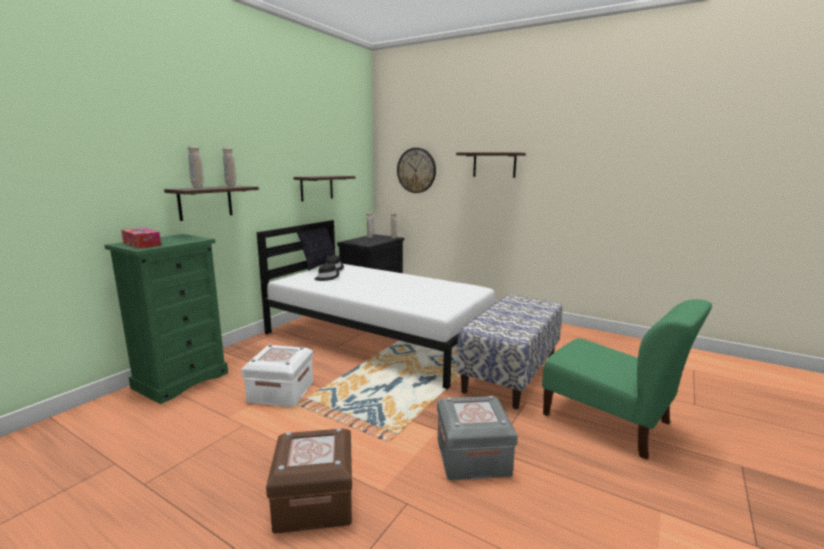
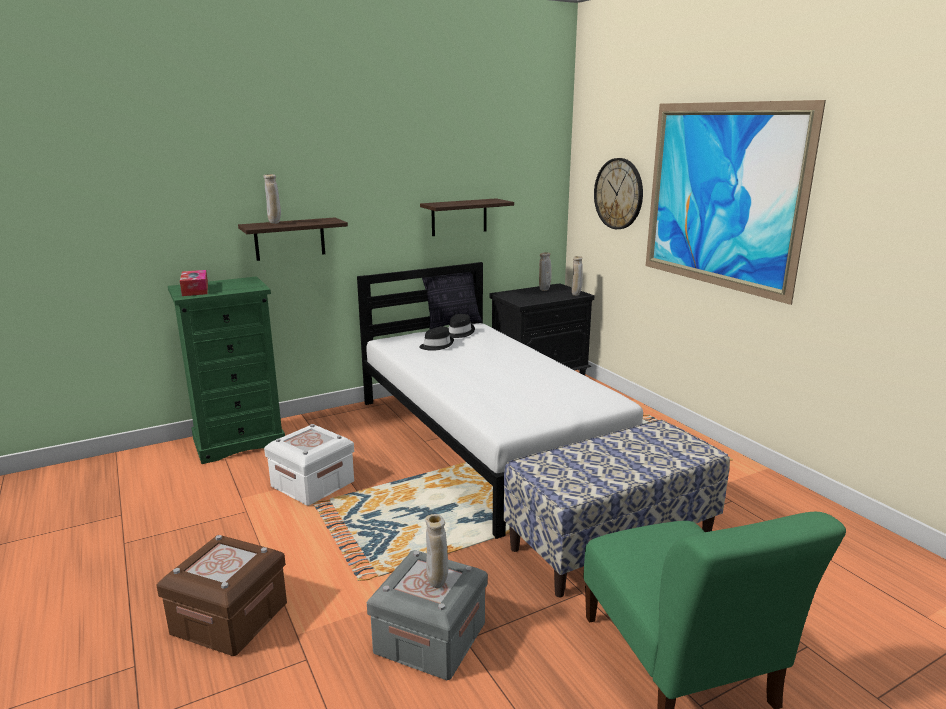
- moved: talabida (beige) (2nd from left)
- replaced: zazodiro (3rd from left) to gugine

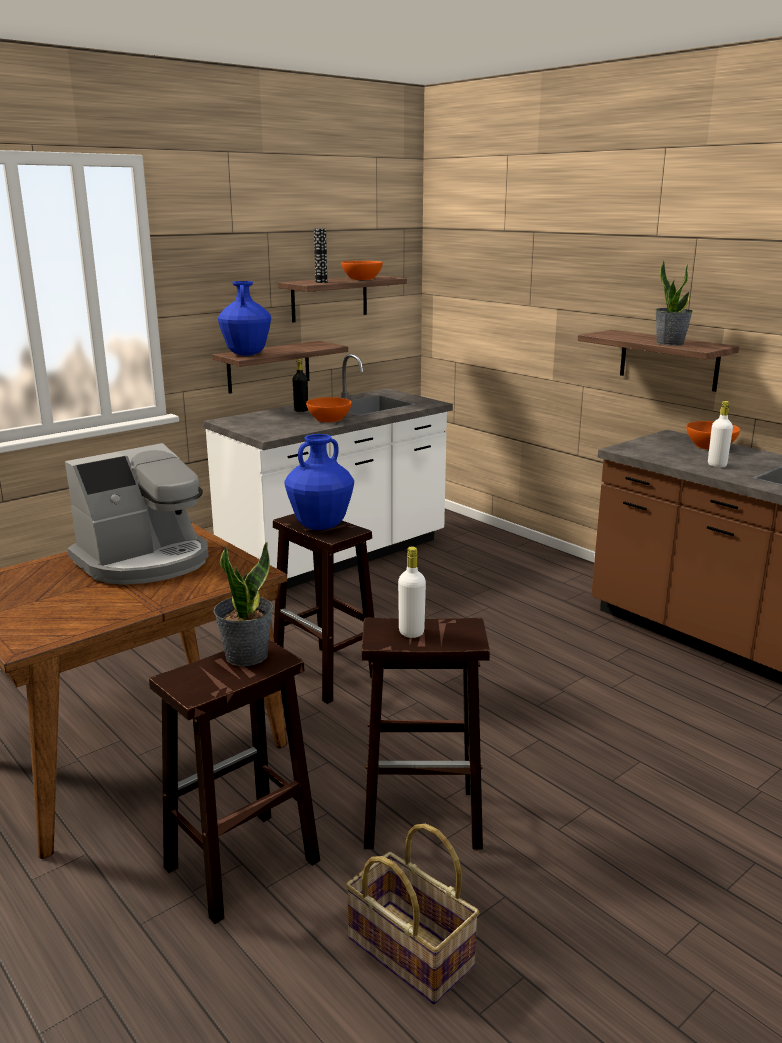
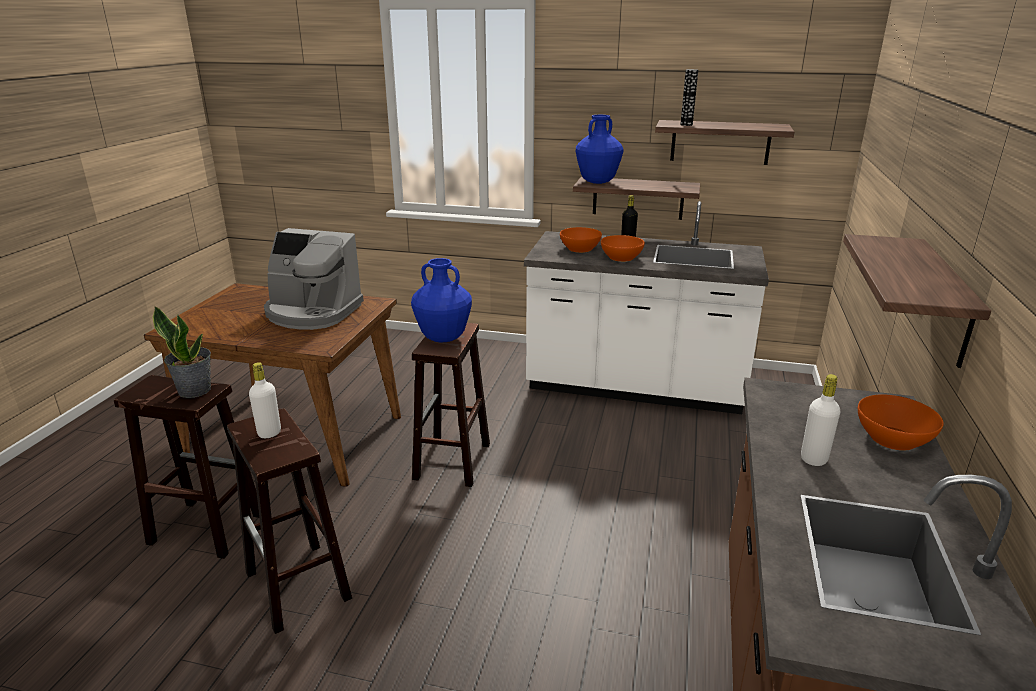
- moved: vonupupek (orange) (2nd from left in the first image) to vonupupek (orange) (1st from left)
- removed: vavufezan
- removed: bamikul (2nd from left)

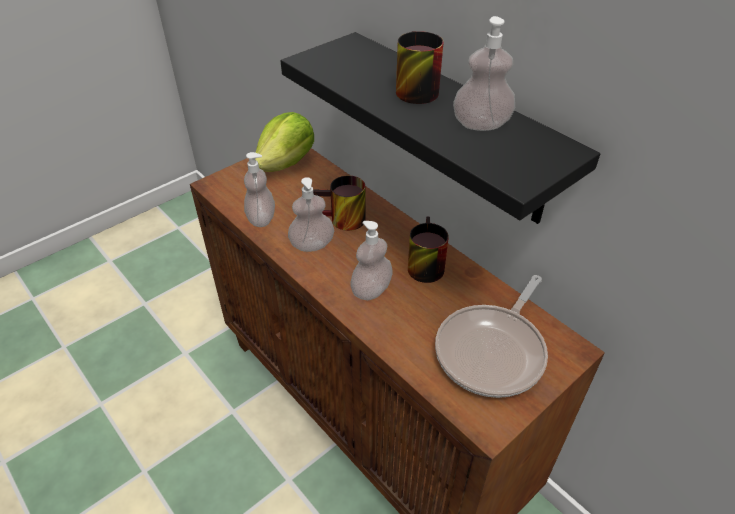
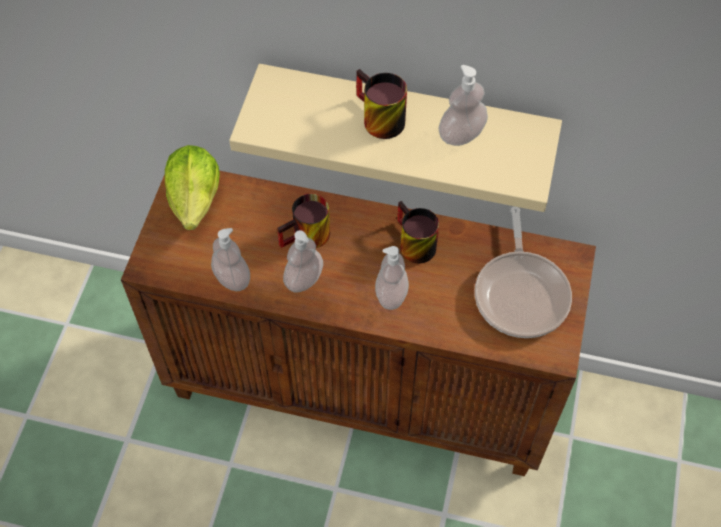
- recoloured: zazodiro (black) to zazodiro (beige)

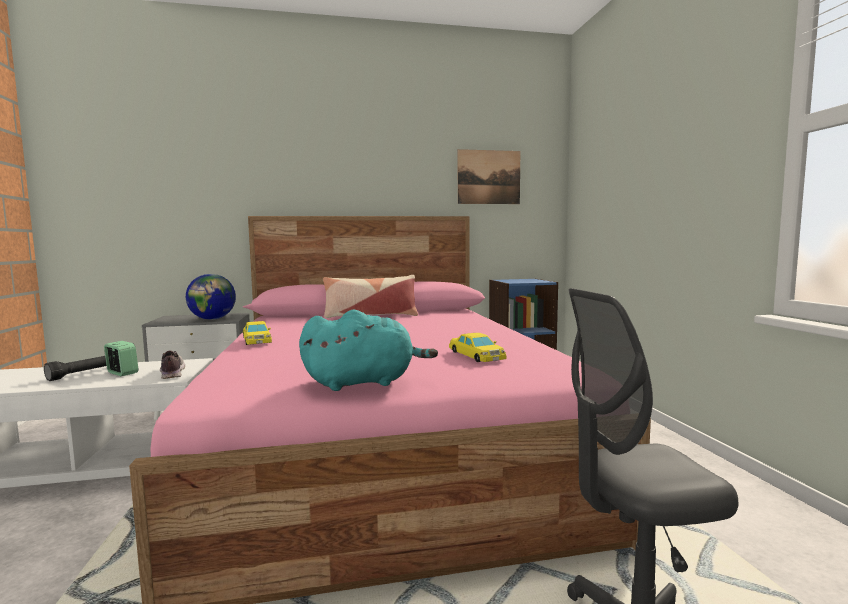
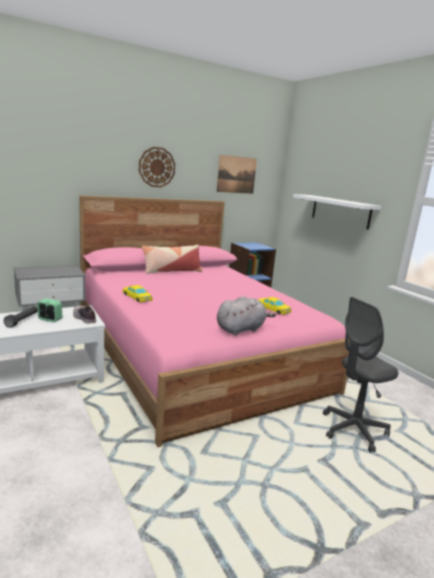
- removed: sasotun
- recoloured: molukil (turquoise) to molukil (grey)
- added: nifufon
- added: zazodiro (white)

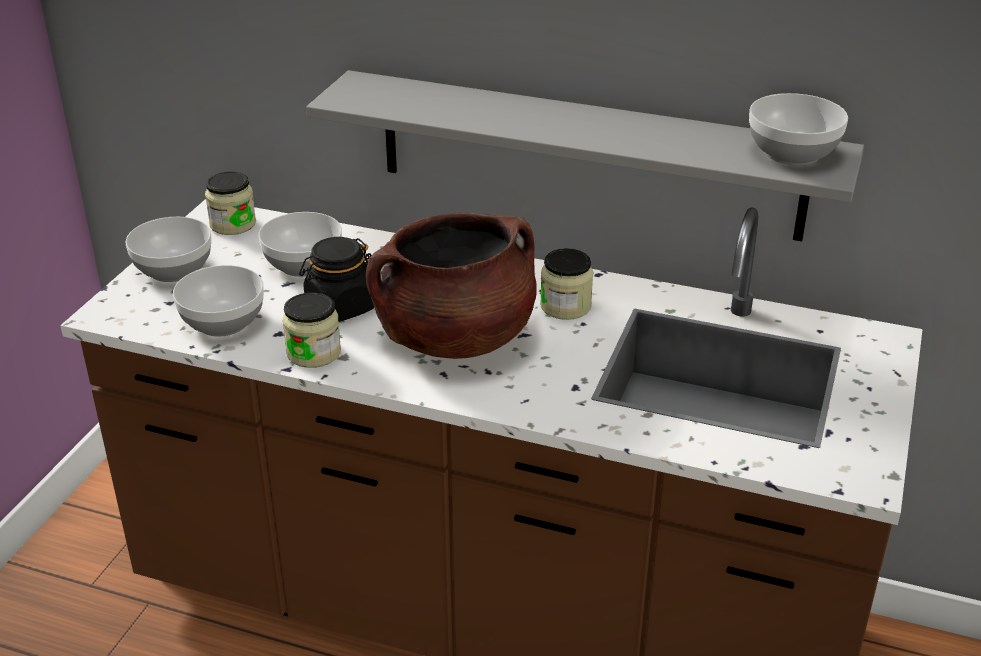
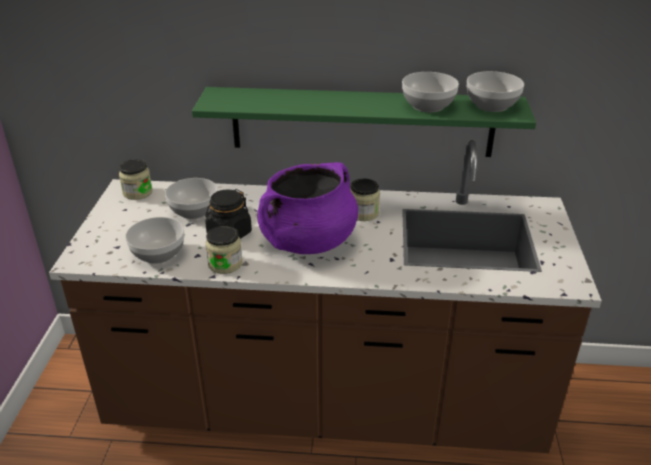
- moved: vonupupek (1st from left in the first image) to vonupupek (3rd from left)
- recoloured: zazodiro (grey) to zazodiro (green)
- recoloured: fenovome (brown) to fenovome (purple)

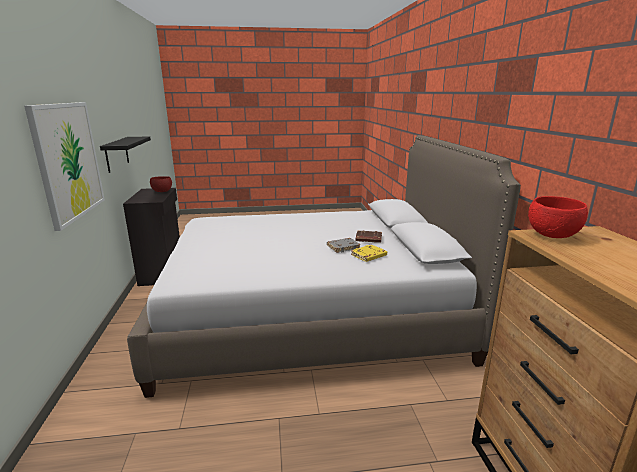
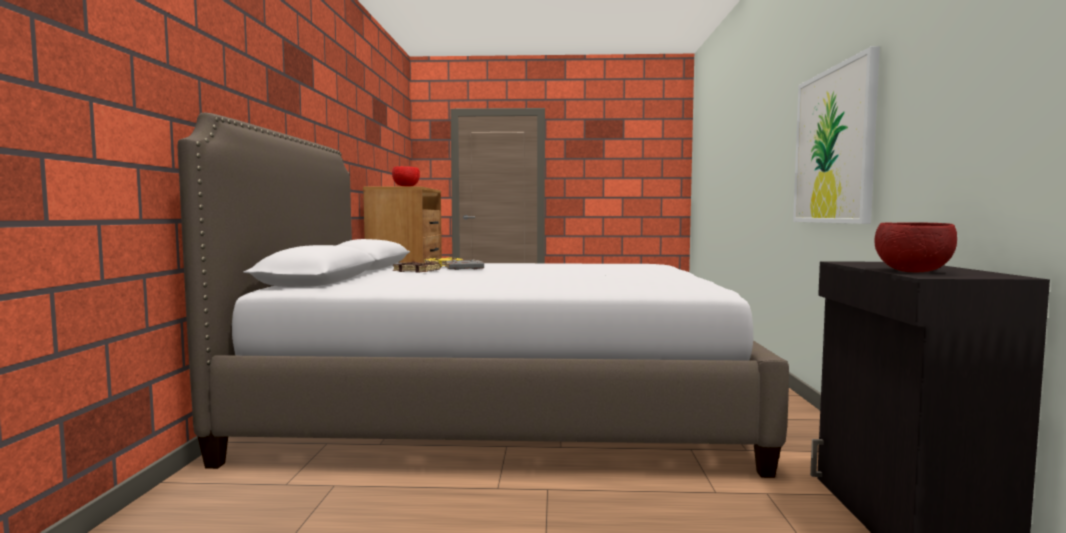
- removed: zazodiro (black)

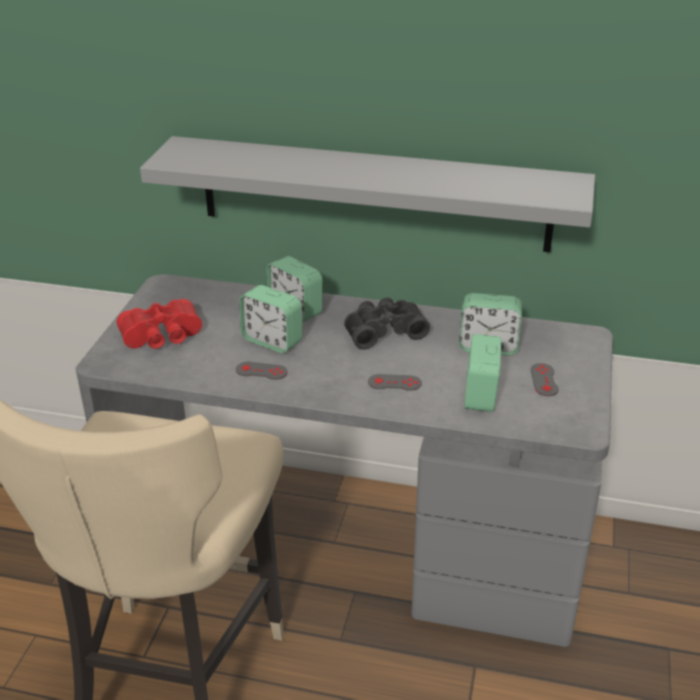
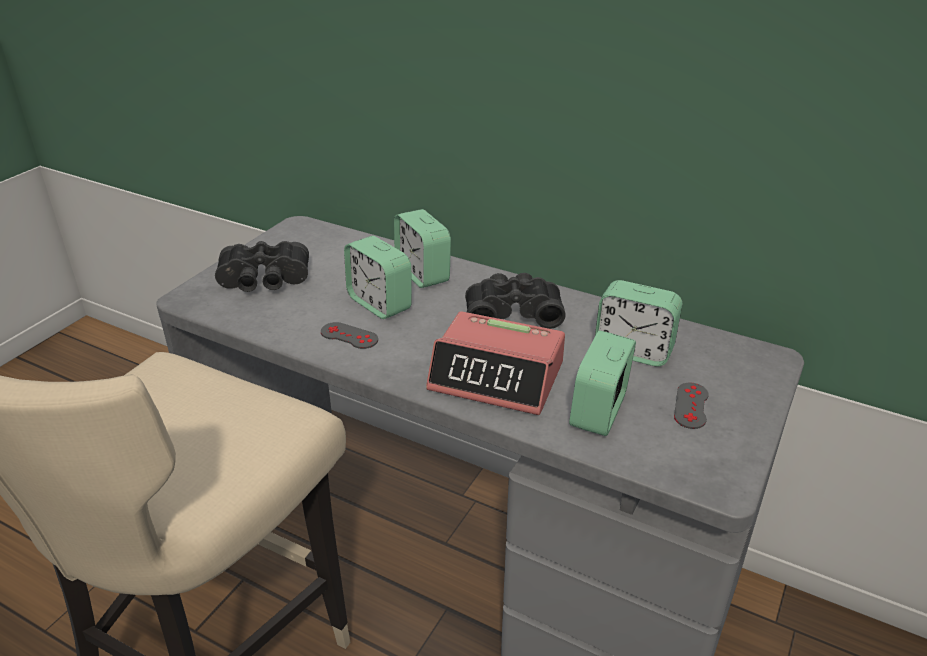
- recoloured: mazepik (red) to mazepik (black) (1st from left)
- removed: zazodiro (grey)
- replaced: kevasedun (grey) (2nd from left) to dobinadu (3rd from left)

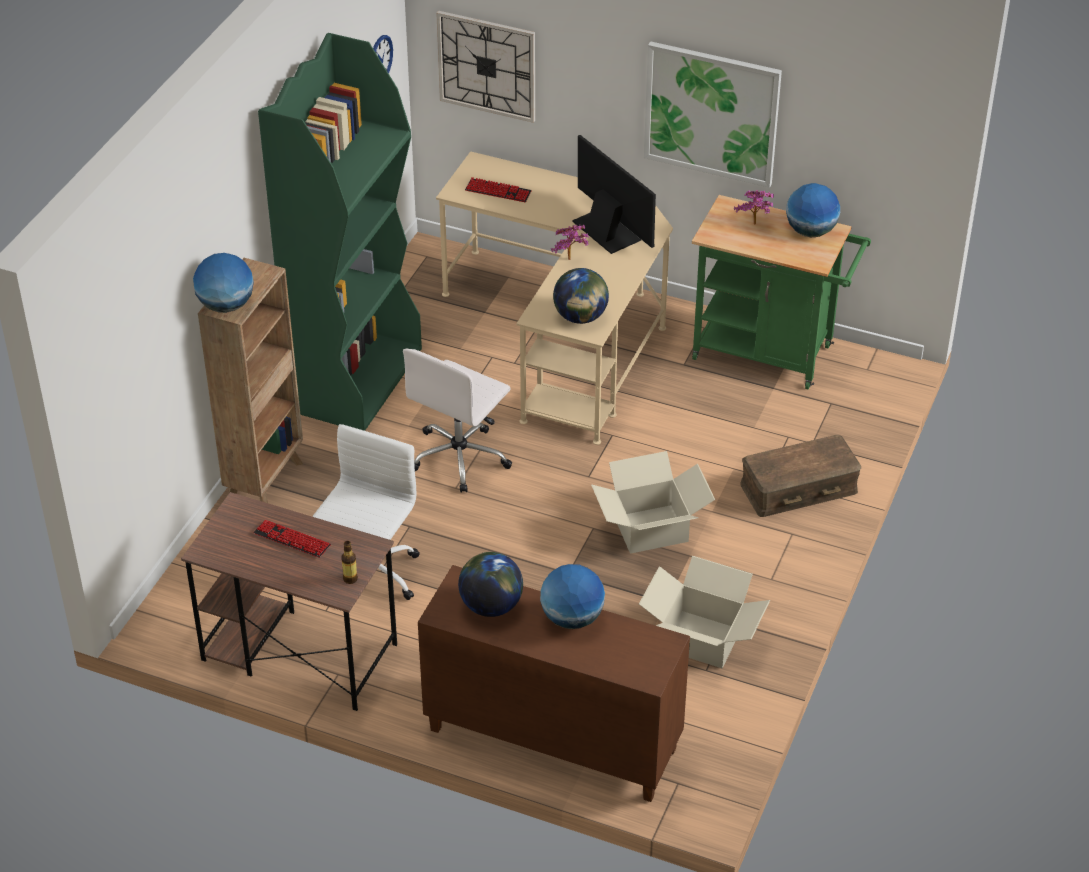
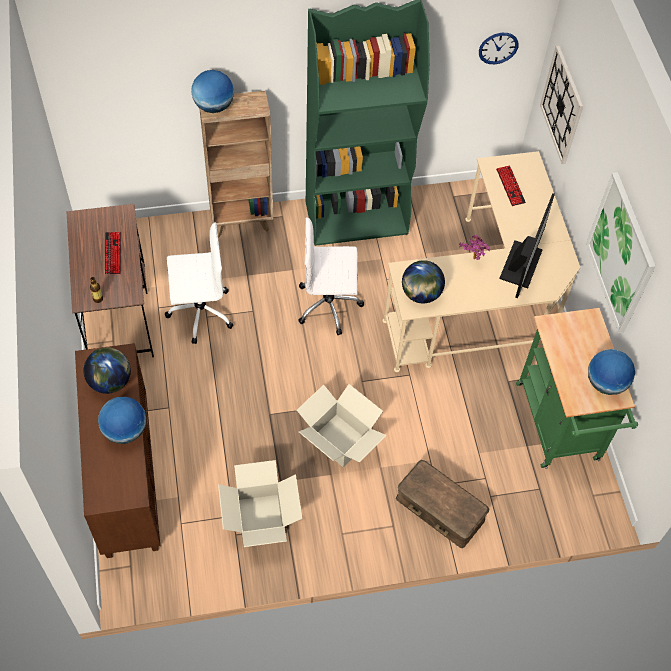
- removed: bamikul (2nd from left)

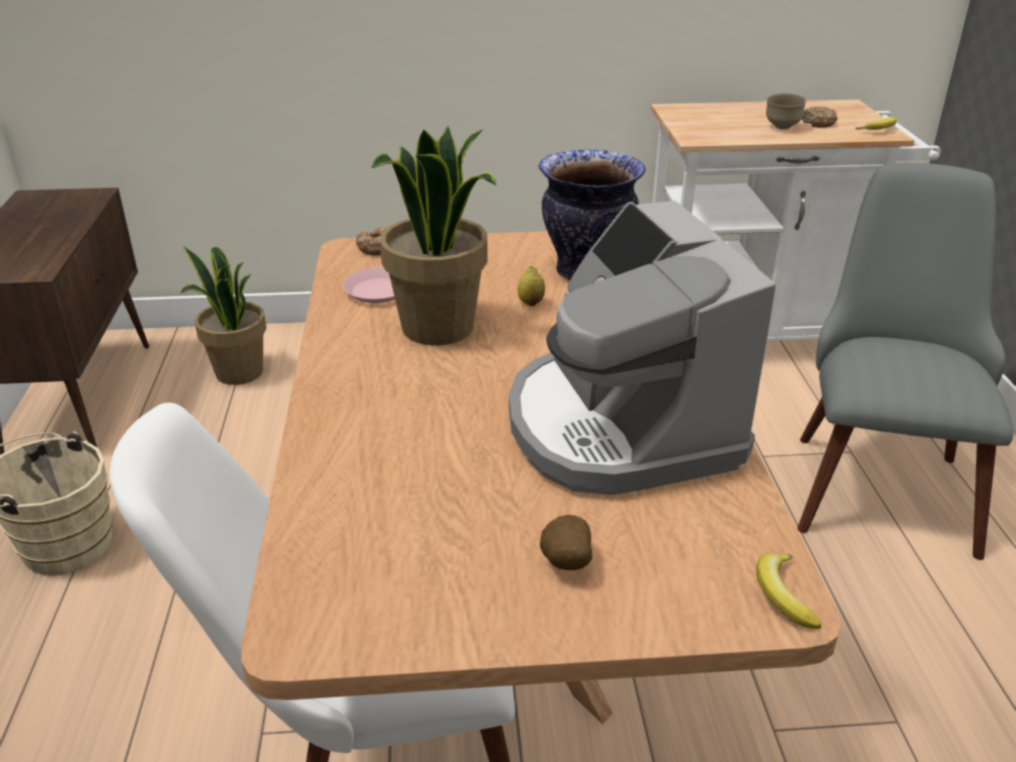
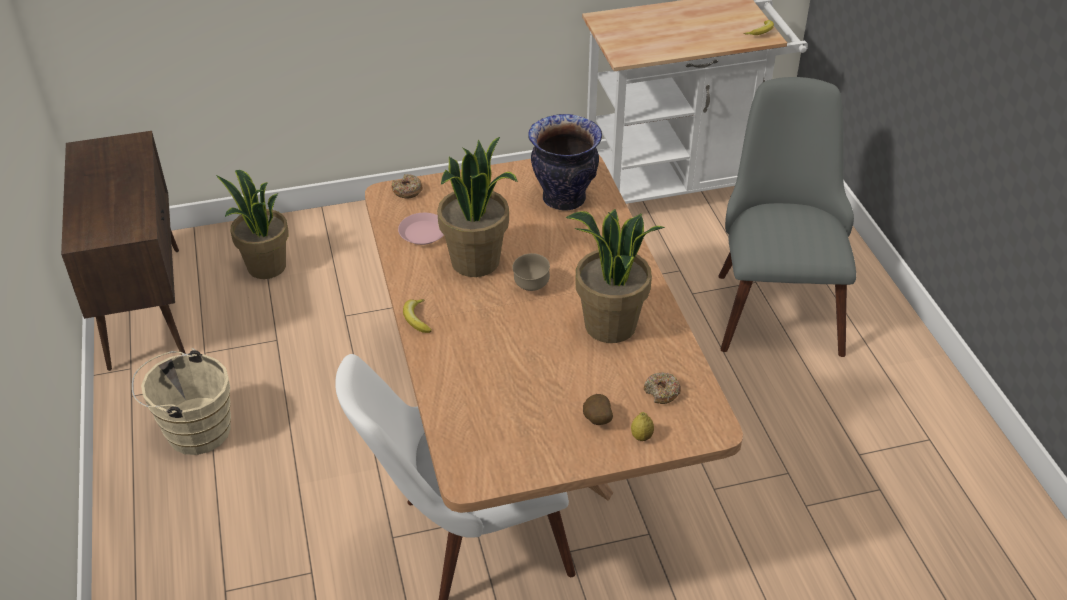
- replaced: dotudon to bamikul (3rd from left)
- moved: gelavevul
- moved: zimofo (1st from left)
- moved: vonupupek (brown)
- moved: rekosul (2nd from left)

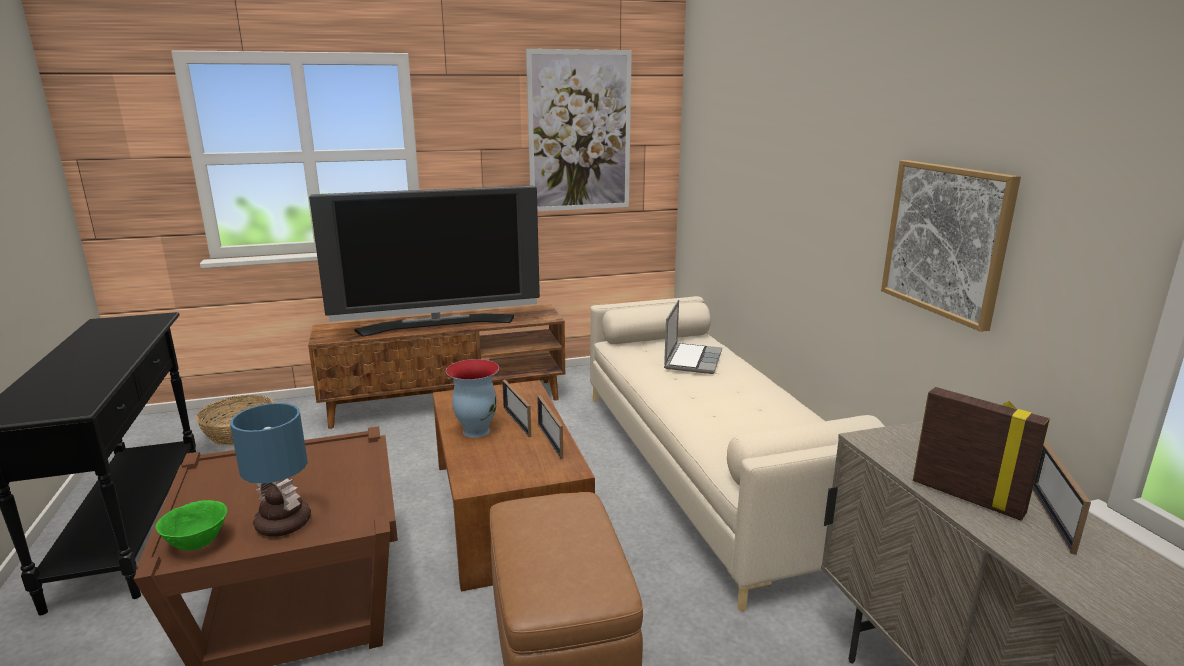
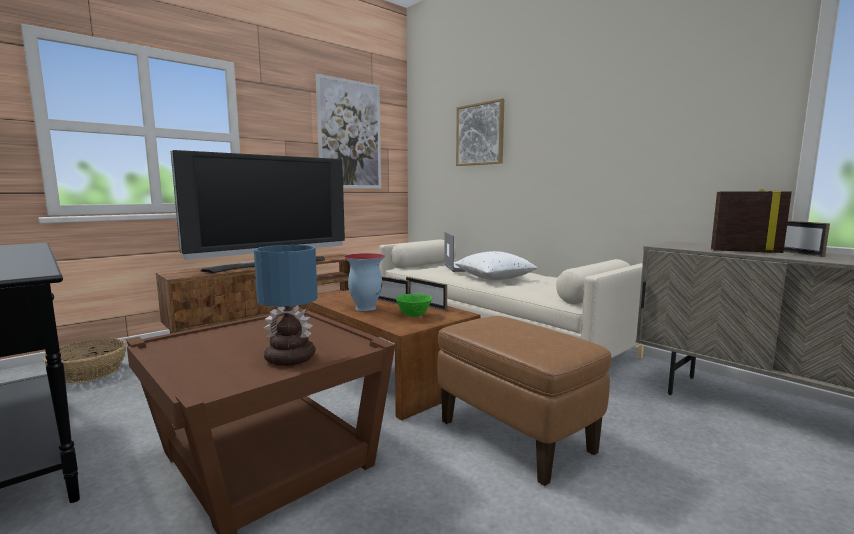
- moved: vonupupek (green)
- moved: gugine (2nd from left)
- added: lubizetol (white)

